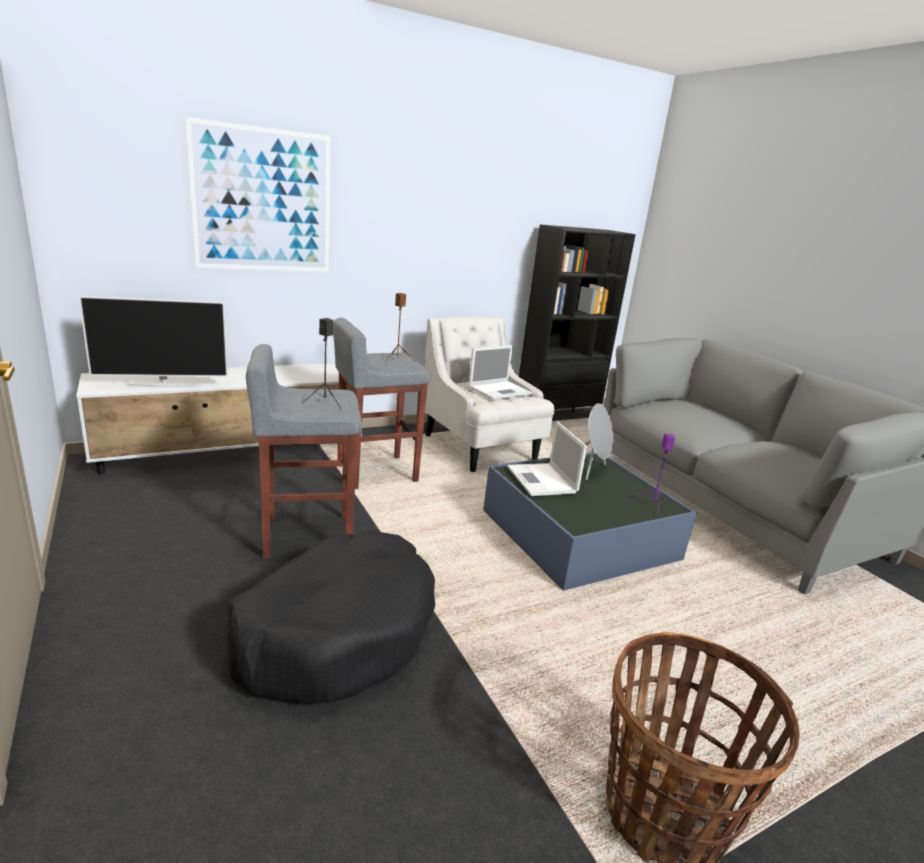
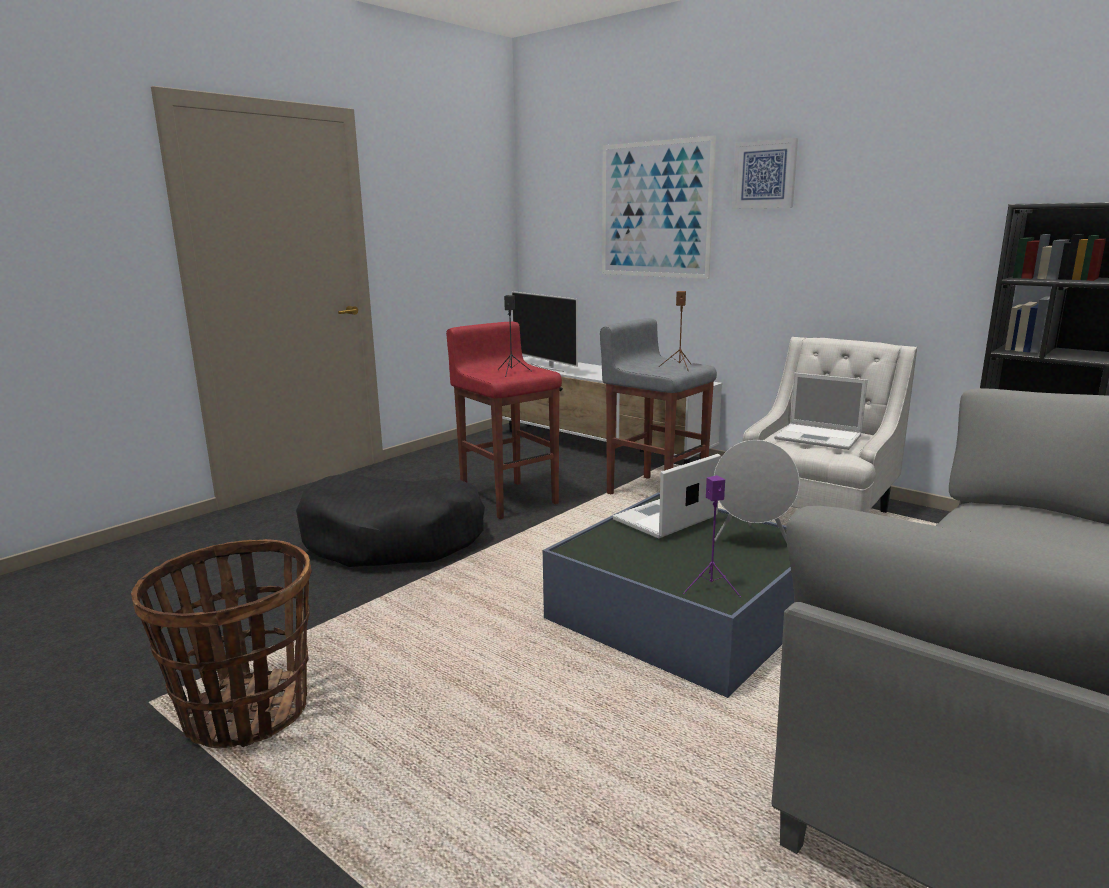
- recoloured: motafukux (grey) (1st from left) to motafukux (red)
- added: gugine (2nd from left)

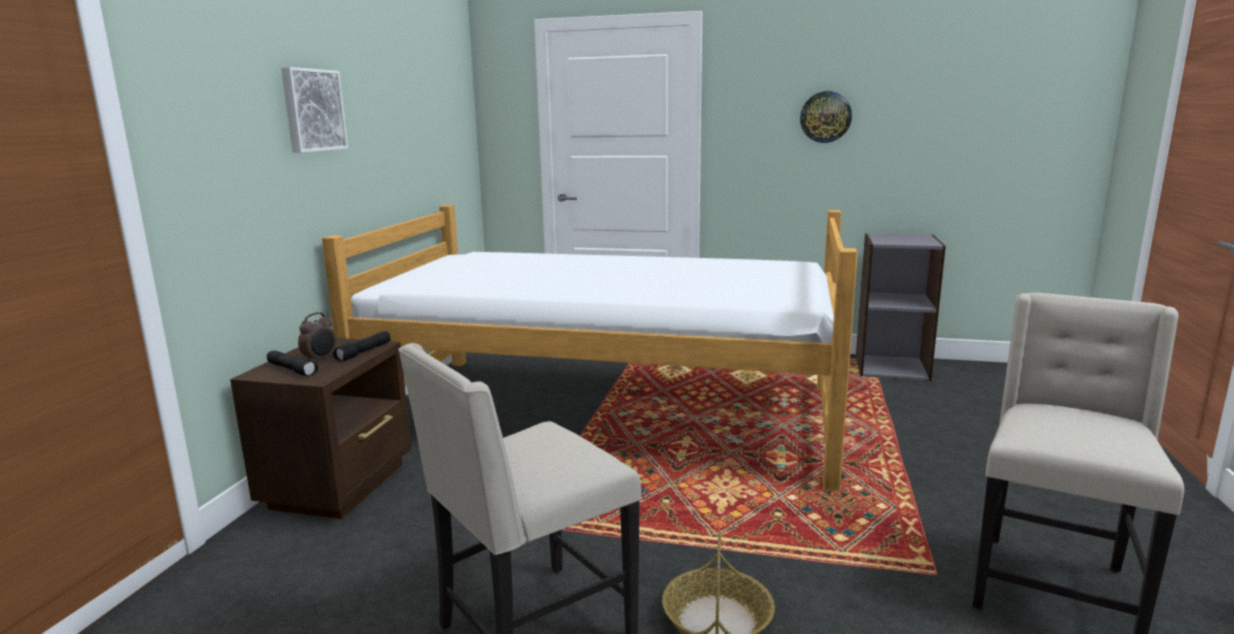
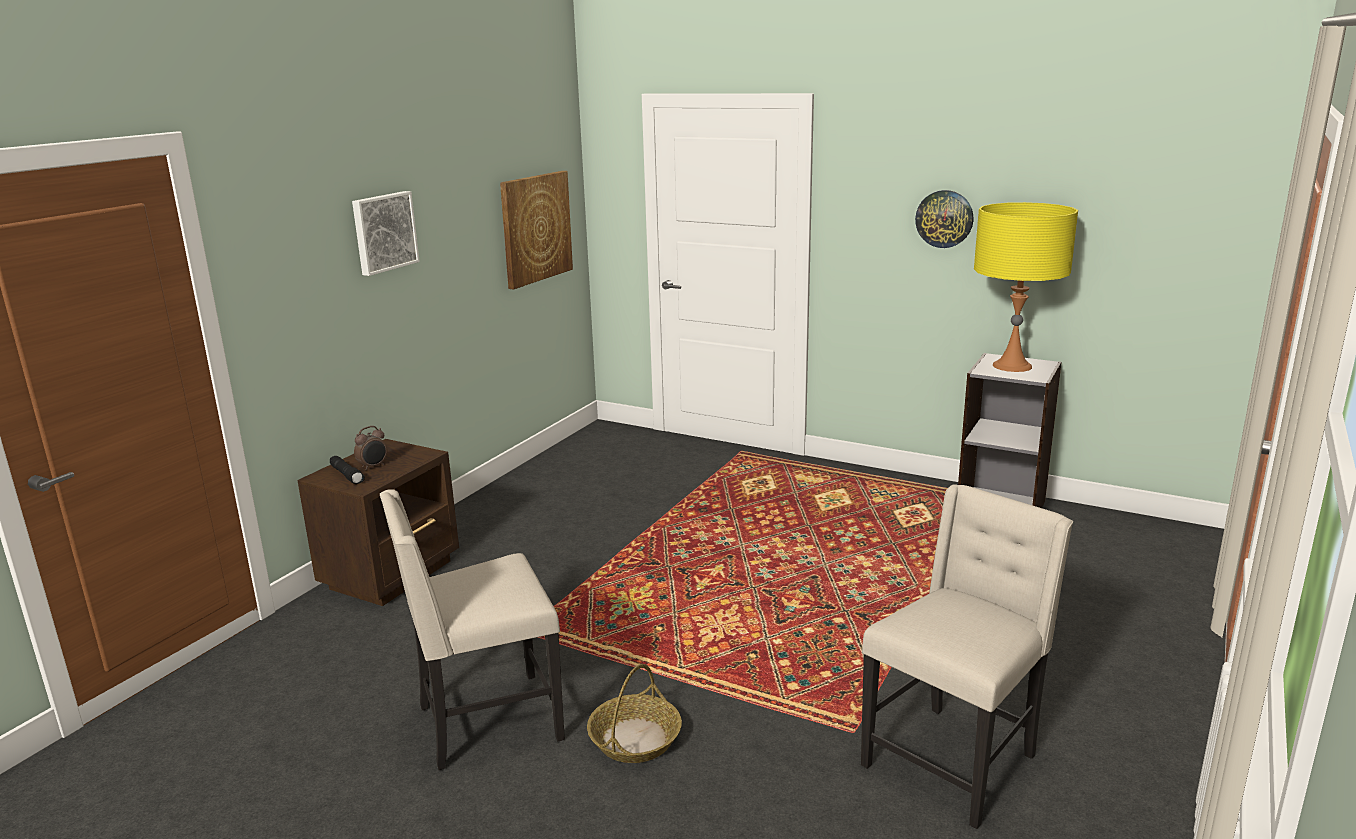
- removed: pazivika
- removed: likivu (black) (2nd from left)
- added: gugine (2nd from left)
- added: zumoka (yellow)

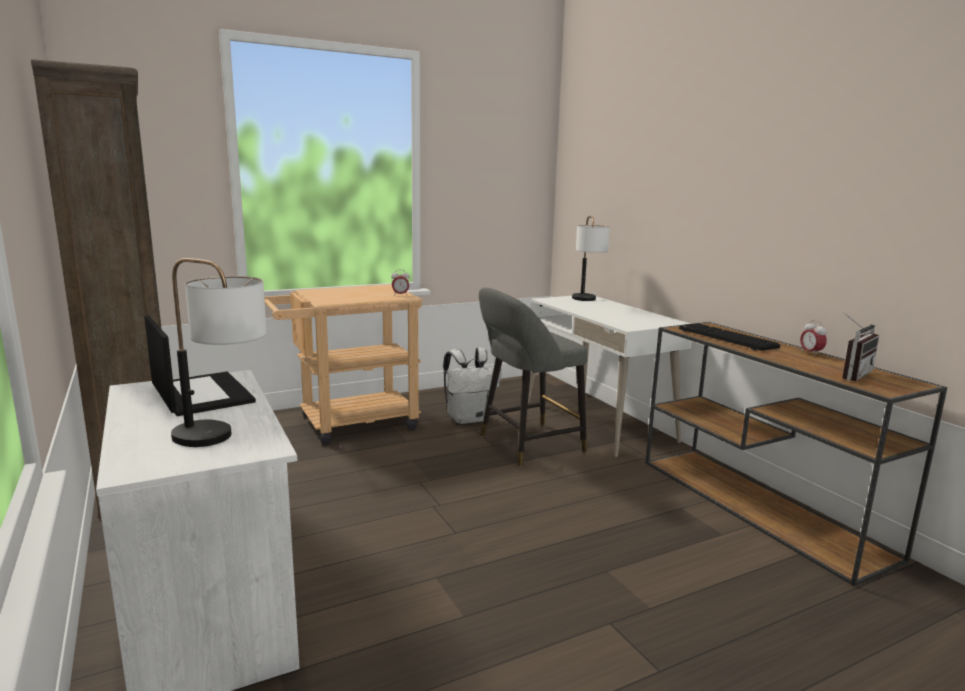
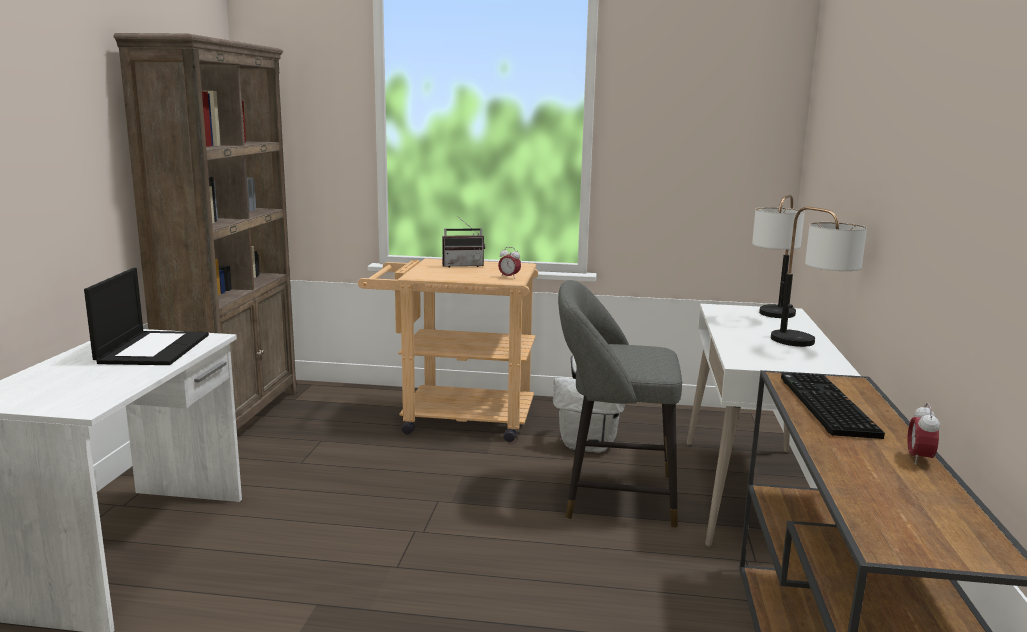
- moved: zumoka (1st from left in the first image) to zumoka (2nd from left)
- moved: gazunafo

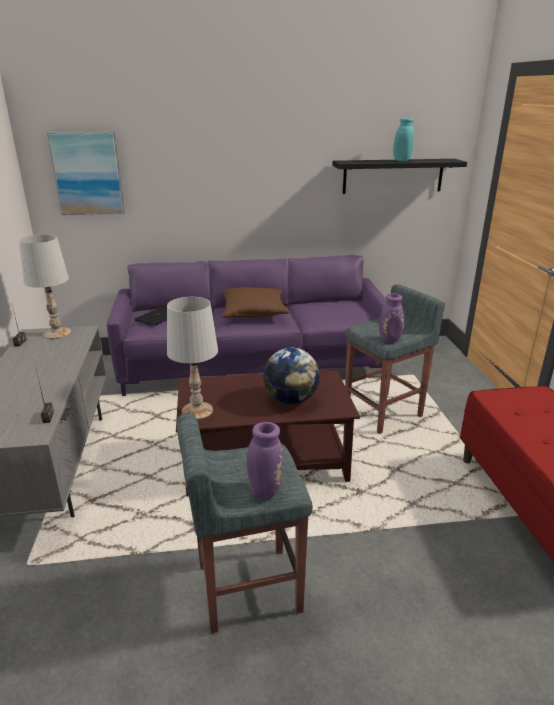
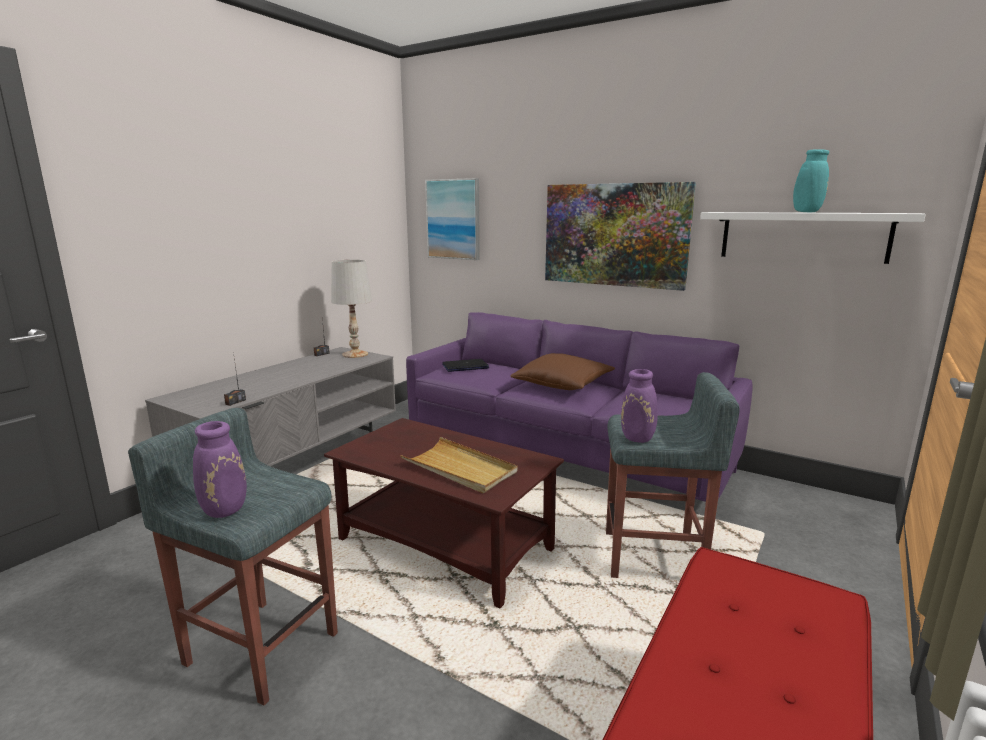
- removed: zumoka (white) (2nd from left)
- replaced: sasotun to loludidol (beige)
- recoloured: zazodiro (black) to zazodiro (white)
- added: gugine (2nd from left)

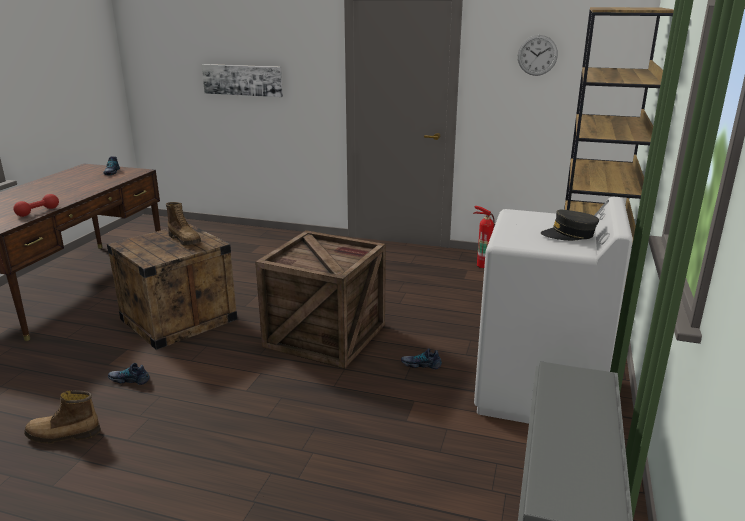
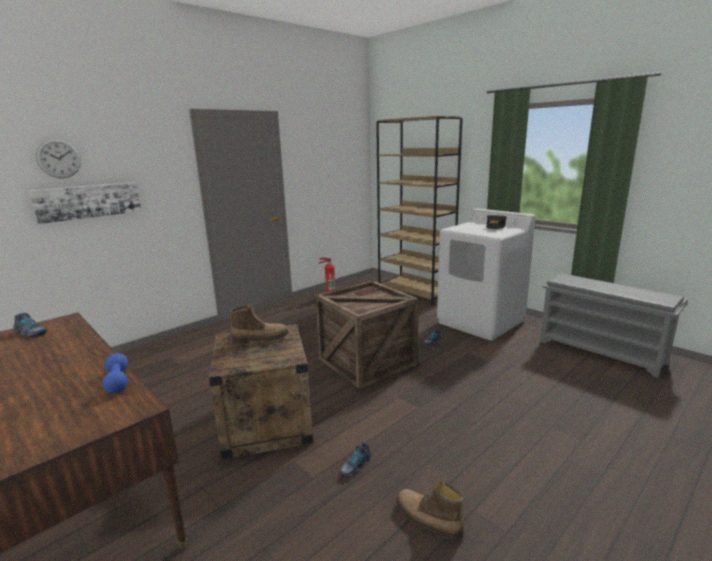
- recoloured: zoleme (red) to zoleme (blue)
- turned: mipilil (1st from left in the first image) 105 degrees clockwise
- moved: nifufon

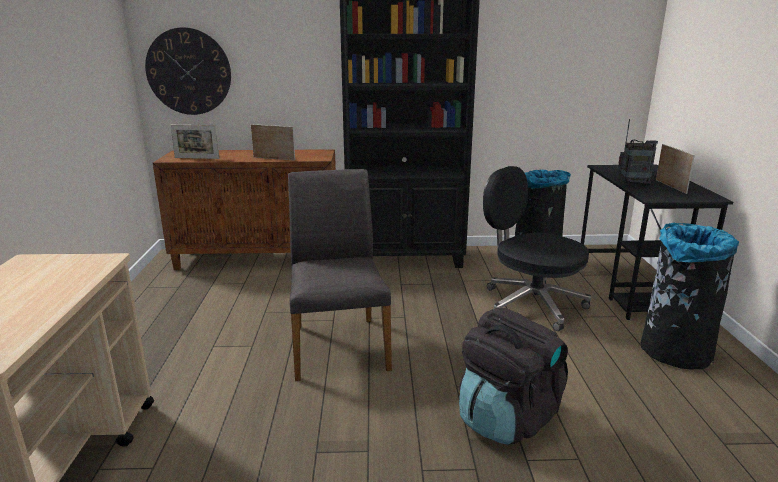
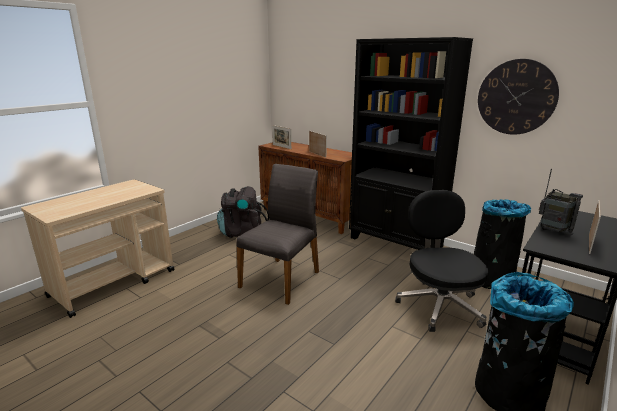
- moved: nifufon
- moved: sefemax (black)

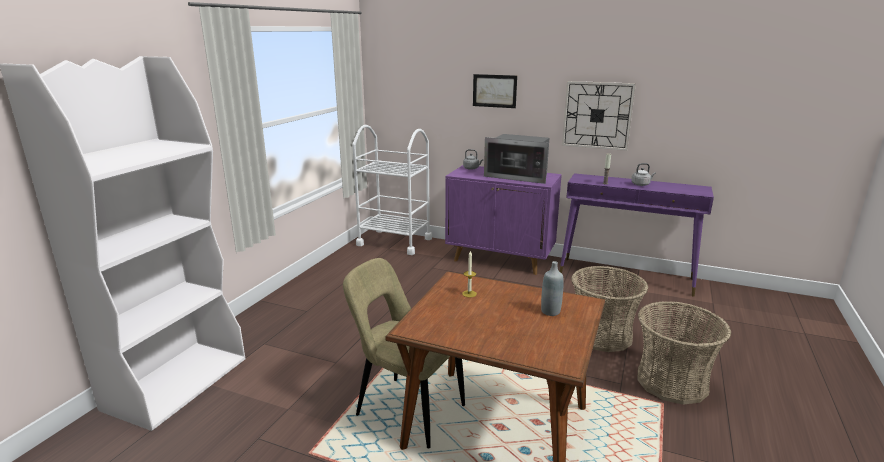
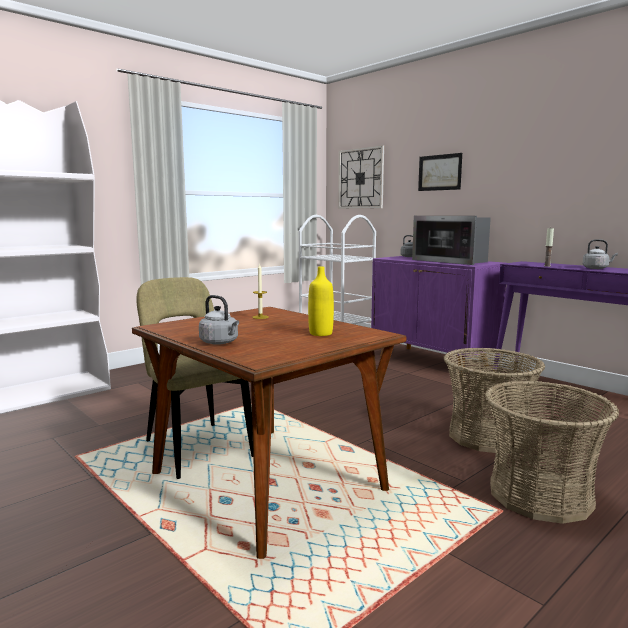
- recoloured: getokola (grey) to getokola (yellow)
- moved: nifufon
- added: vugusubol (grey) (1st from left)

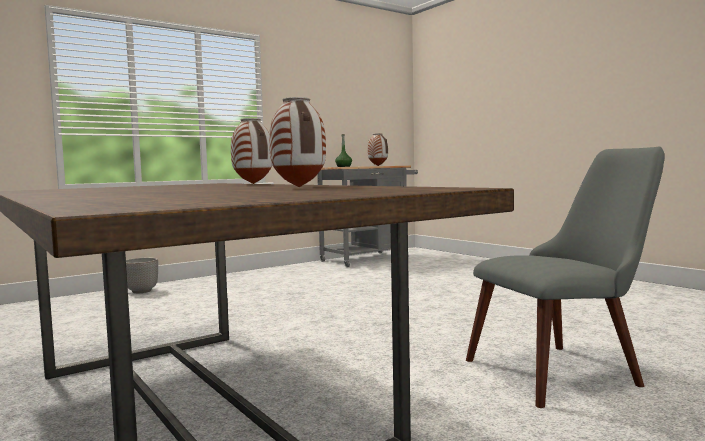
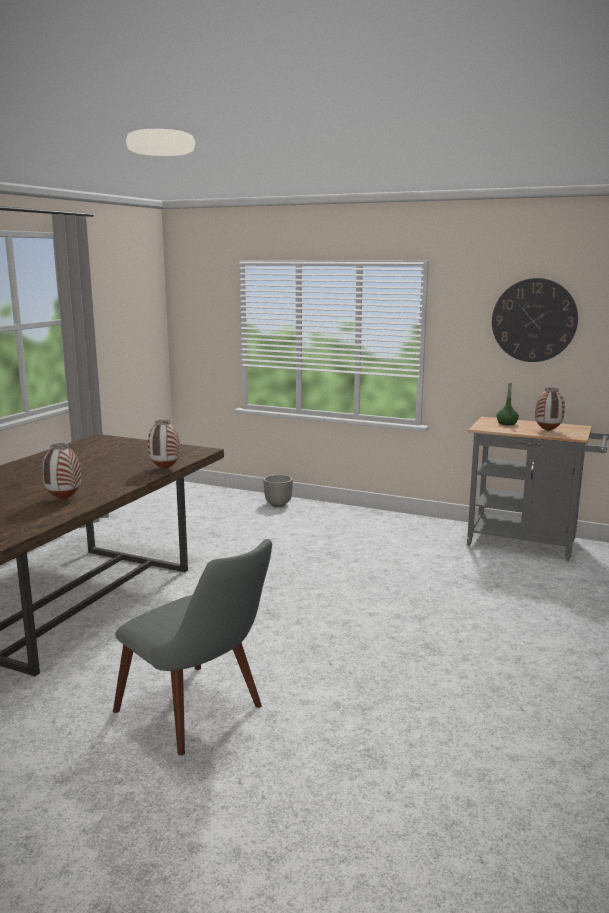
- added: nifufon

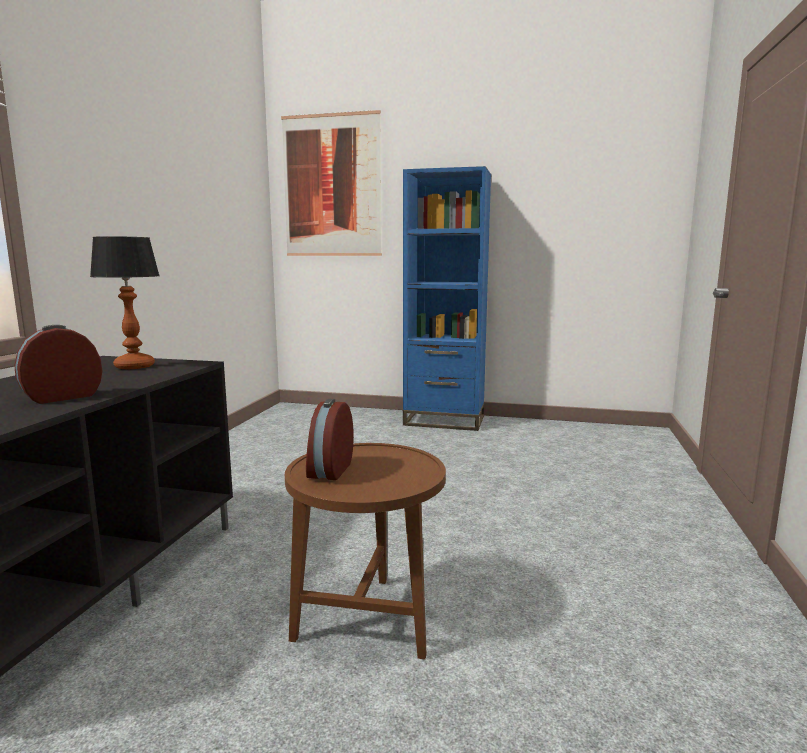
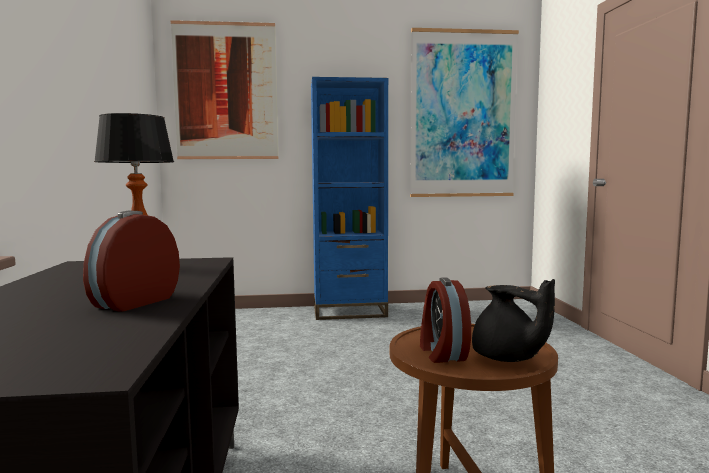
- added: gugine (2nd from left)
- added: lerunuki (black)

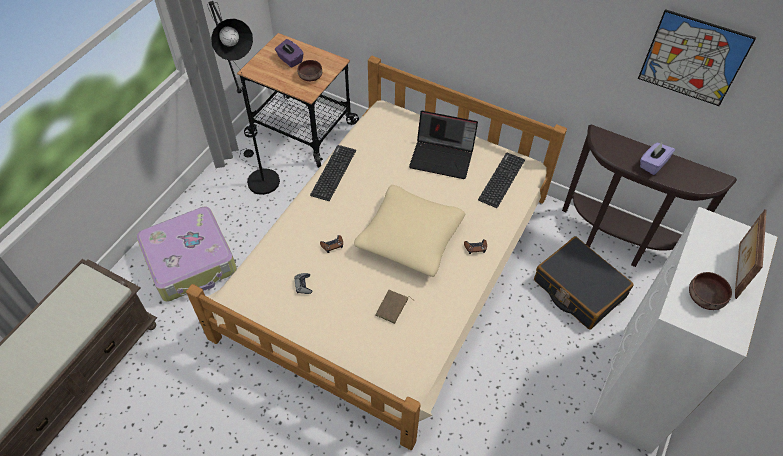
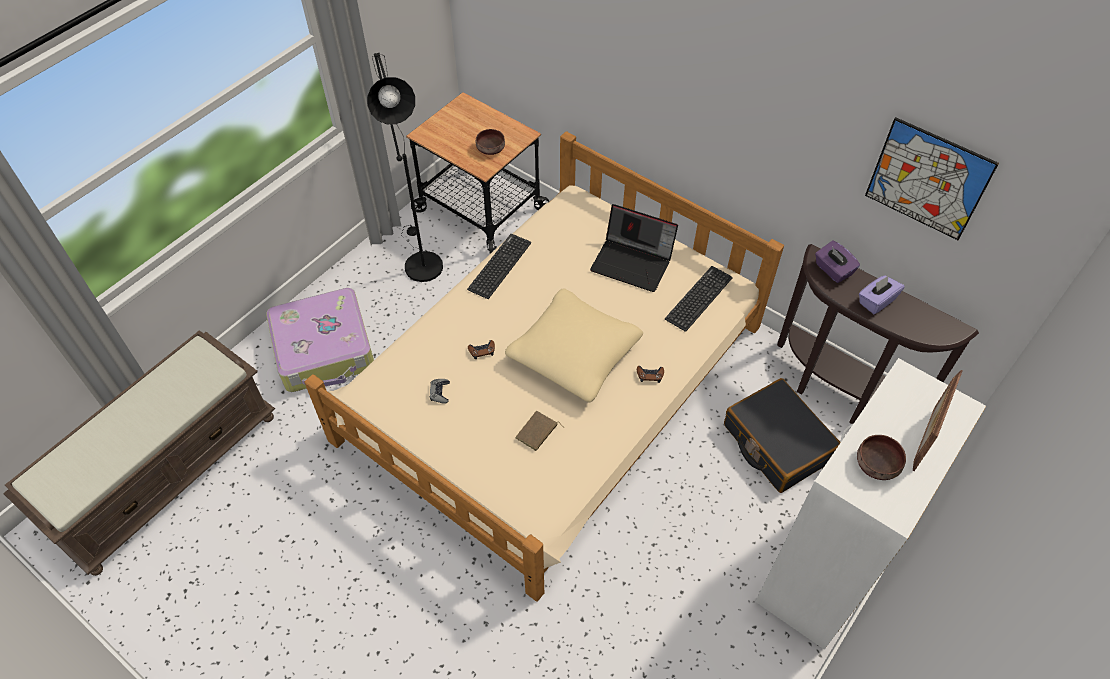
- moved: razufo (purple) (1st from left)

